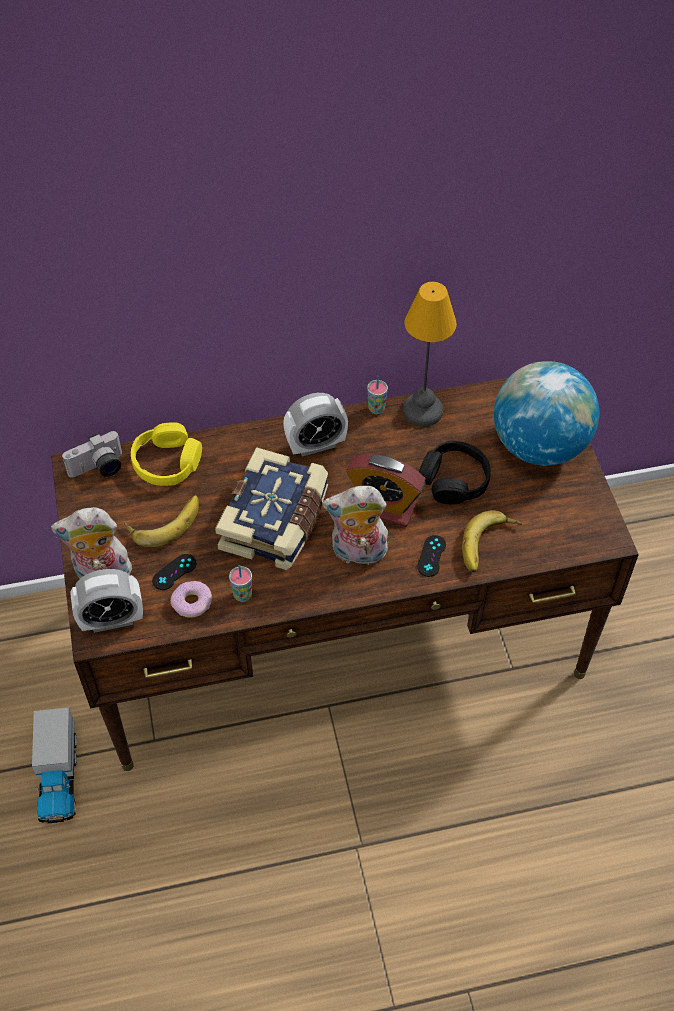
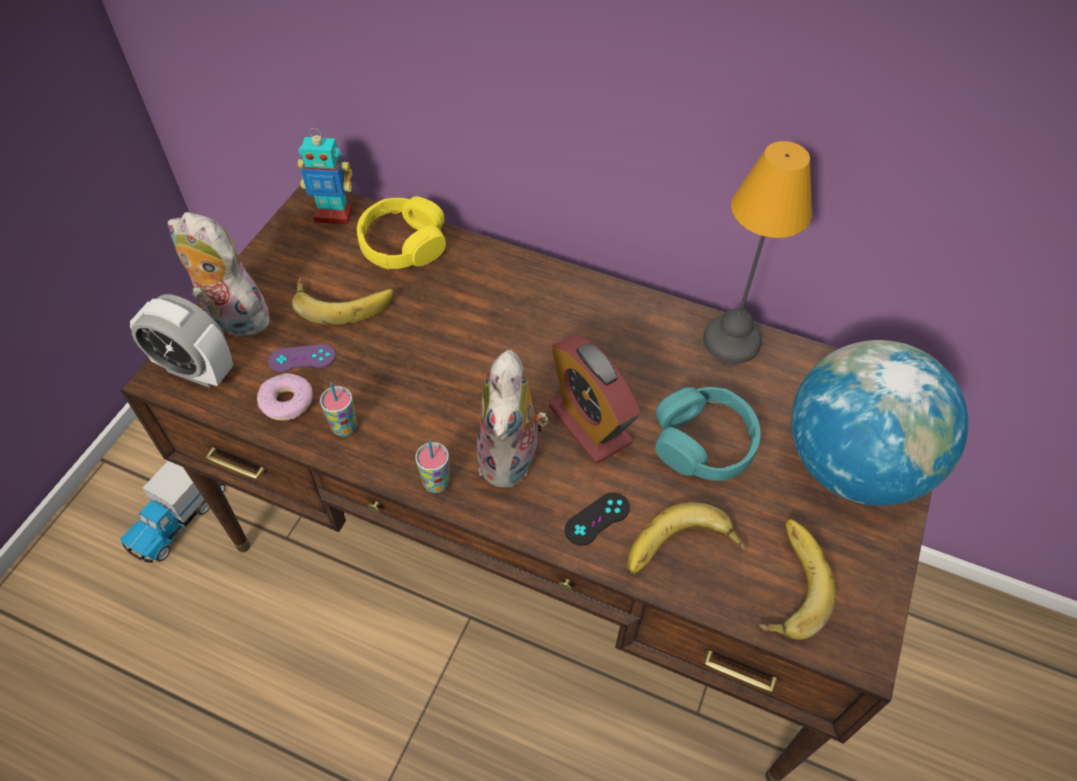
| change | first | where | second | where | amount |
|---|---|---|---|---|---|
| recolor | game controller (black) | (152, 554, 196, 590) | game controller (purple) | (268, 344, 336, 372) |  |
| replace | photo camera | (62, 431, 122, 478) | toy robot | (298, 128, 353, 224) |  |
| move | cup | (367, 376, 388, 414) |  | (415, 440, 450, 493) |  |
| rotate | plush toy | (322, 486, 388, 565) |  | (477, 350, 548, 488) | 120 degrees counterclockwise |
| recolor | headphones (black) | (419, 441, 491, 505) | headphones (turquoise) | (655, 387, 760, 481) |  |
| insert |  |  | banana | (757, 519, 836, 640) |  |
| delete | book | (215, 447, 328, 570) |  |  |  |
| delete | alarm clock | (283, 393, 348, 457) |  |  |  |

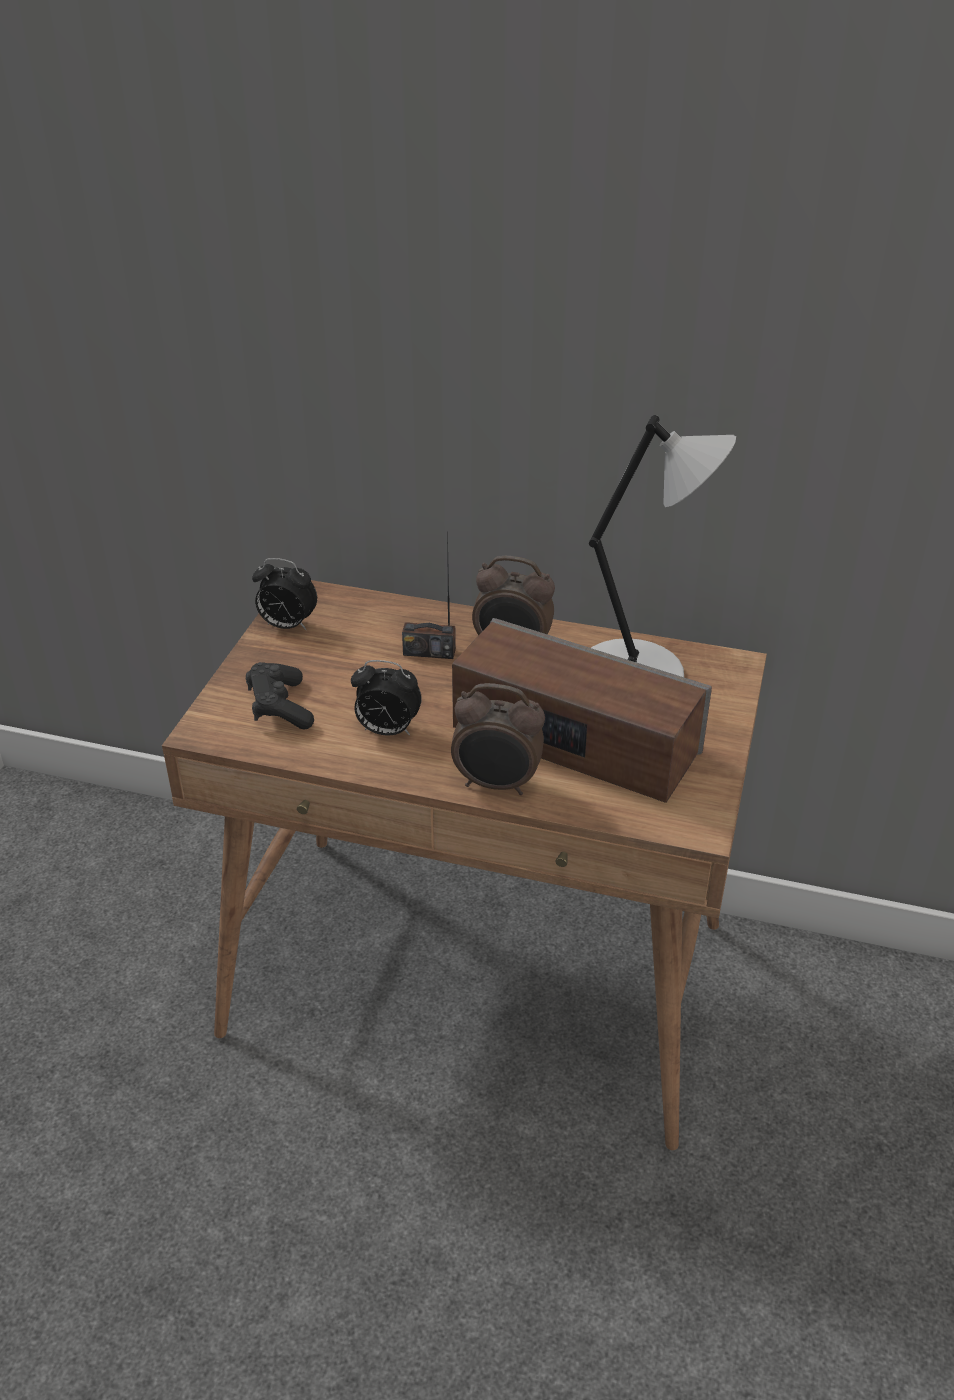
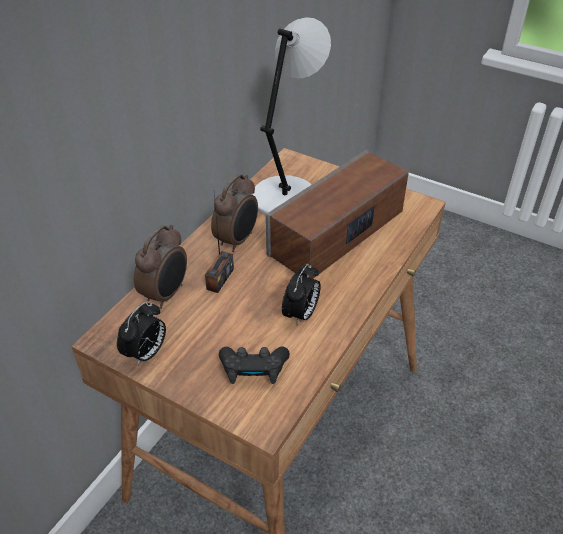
| change | first | where | second | where | amount |
|---|---|---|---|---|---|
| move | alarm clock | (451, 683, 545, 795) |  | (134, 225, 187, 309) |  |

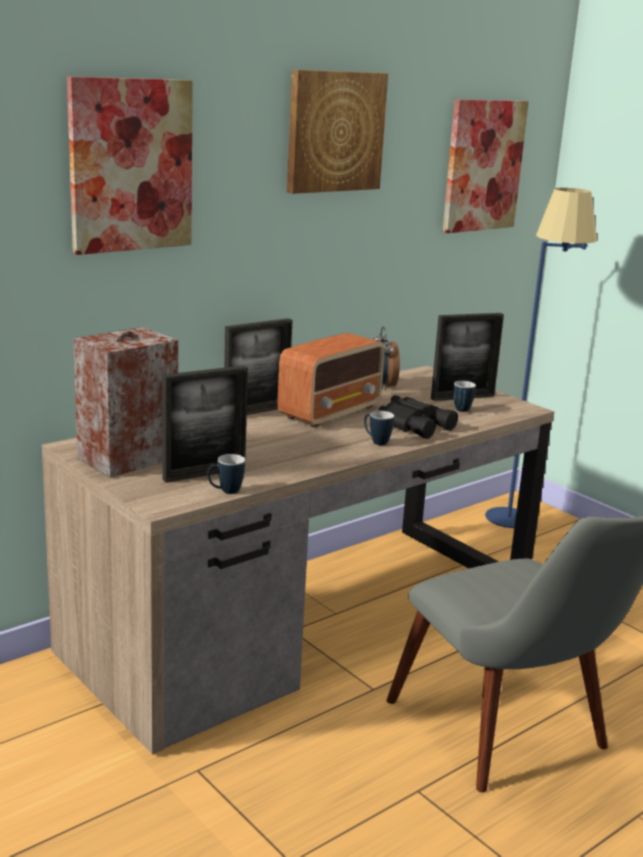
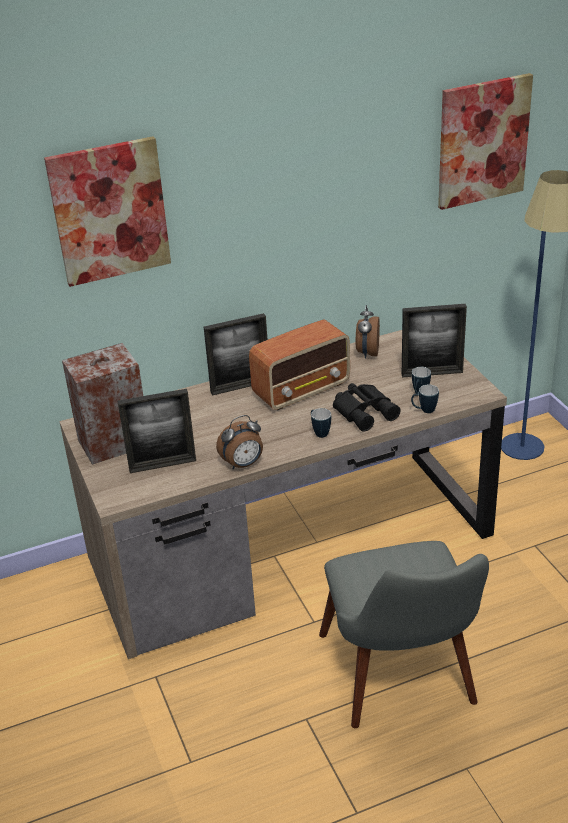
| change | first | where | second | where | amount |
|---|---|---|---|---|---|
| insert |  |  | alarm clock | (216, 415, 263, 470) |  |
| move | mug | (207, 454, 245, 494) |  | (411, 385, 439, 413) |  |
| delete | picture | (287, 69, 388, 194) |  |  |  |

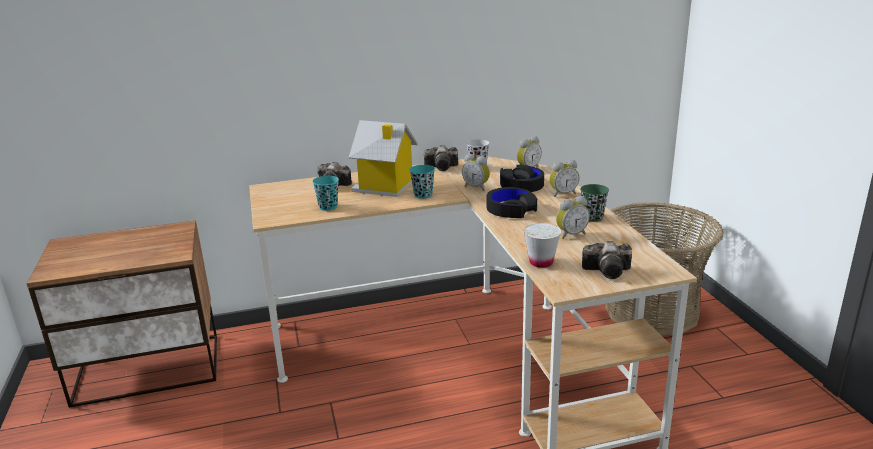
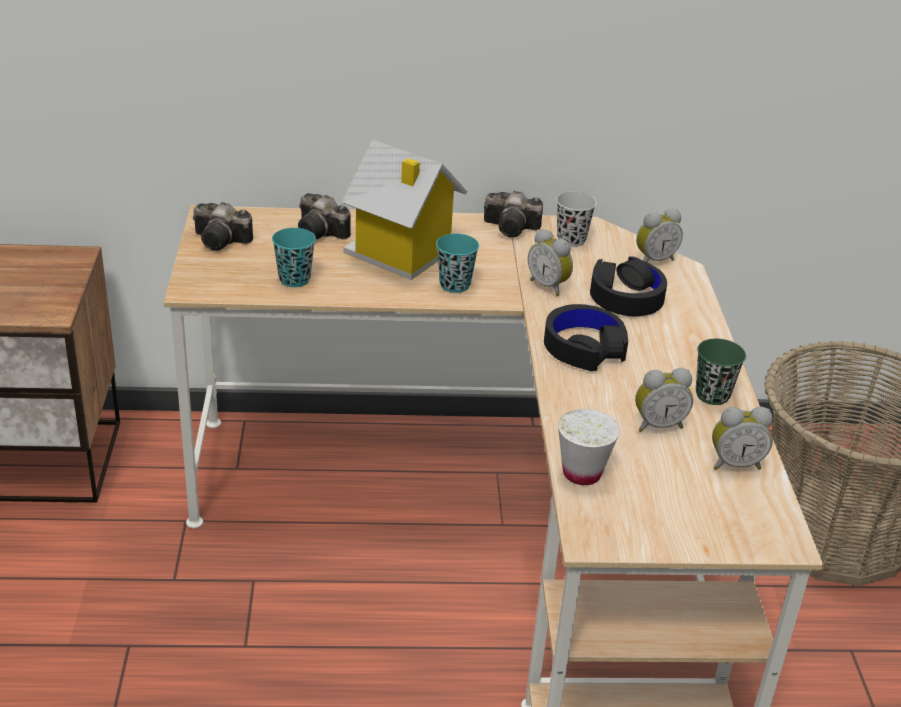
| change | first | where | second | where | amount |
|---|---|---|---|---|---|
| move | photo camera | (582, 241, 632, 279) |  | (193, 202, 253, 251) |  |
| move | alarm clock | (550, 160, 579, 197) |  | (712, 407, 773, 470) |  |

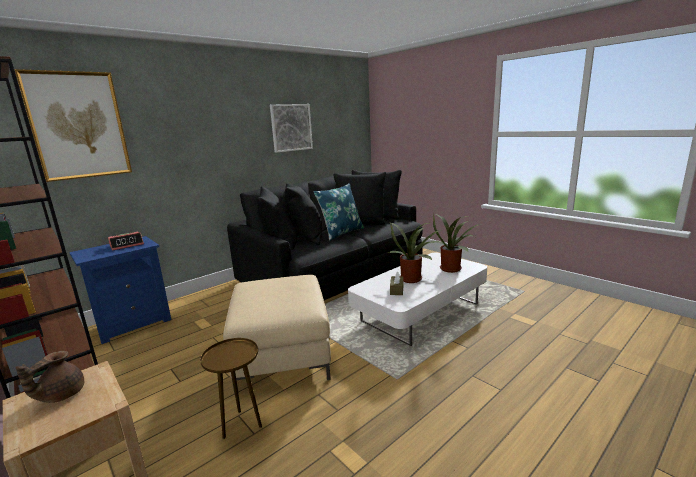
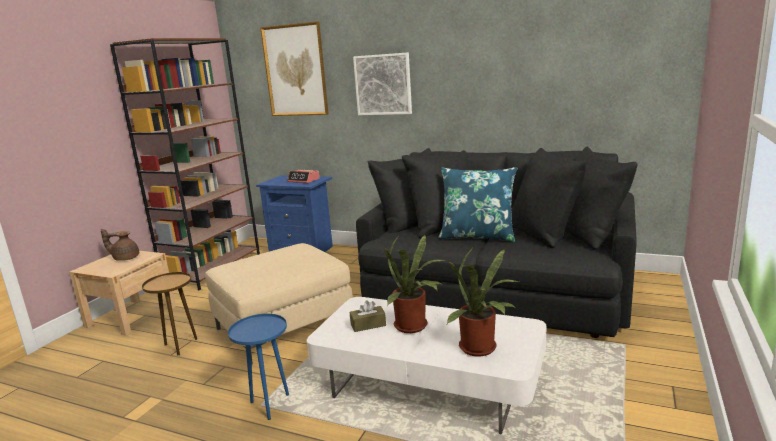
| change | first | where | second | where | amount |
|---|---|---|---|---|---|
| insert |  |  | side table (blue) | (228, 314, 289, 420) |  |
| move | picture | (270, 104, 313, 153) |  | (353, 52, 412, 115) |  |

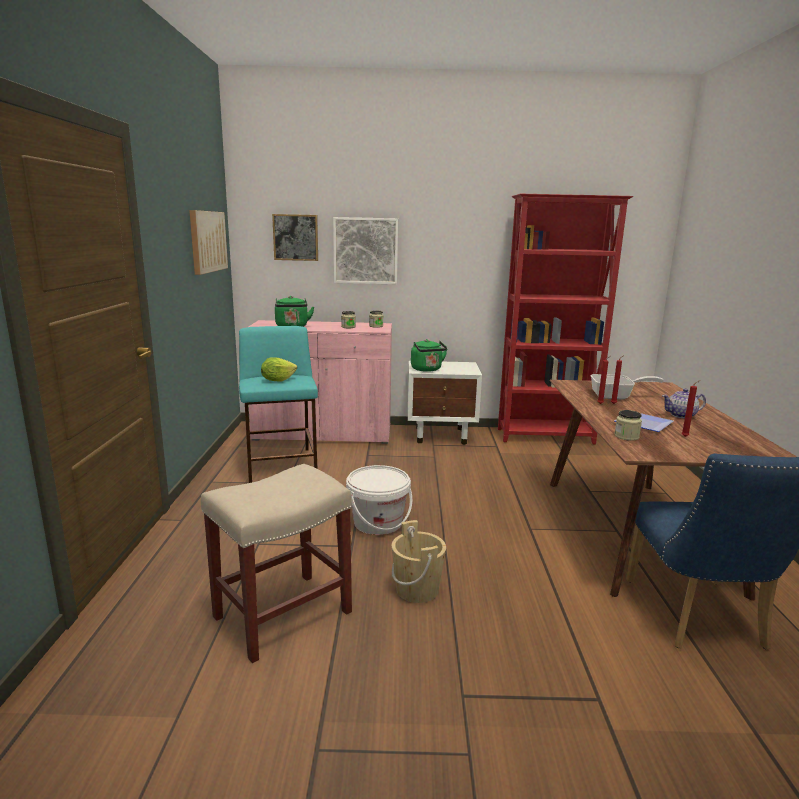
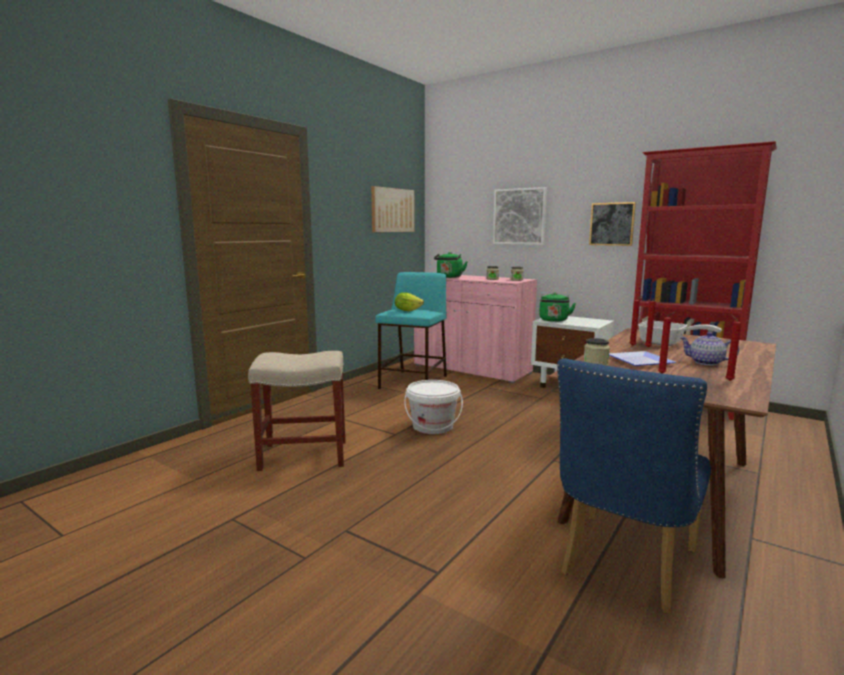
| change | first | where | second | where | amount |
|---|---|---|---|---|---|
| move | picture | (272, 214, 318, 261) |  | (589, 202, 636, 246) |  |
| insert |  |  | candle (red) | (726, 315, 741, 381) |  |
| delete | bucket (beige) | (392, 520, 446, 603) |  |  |  |

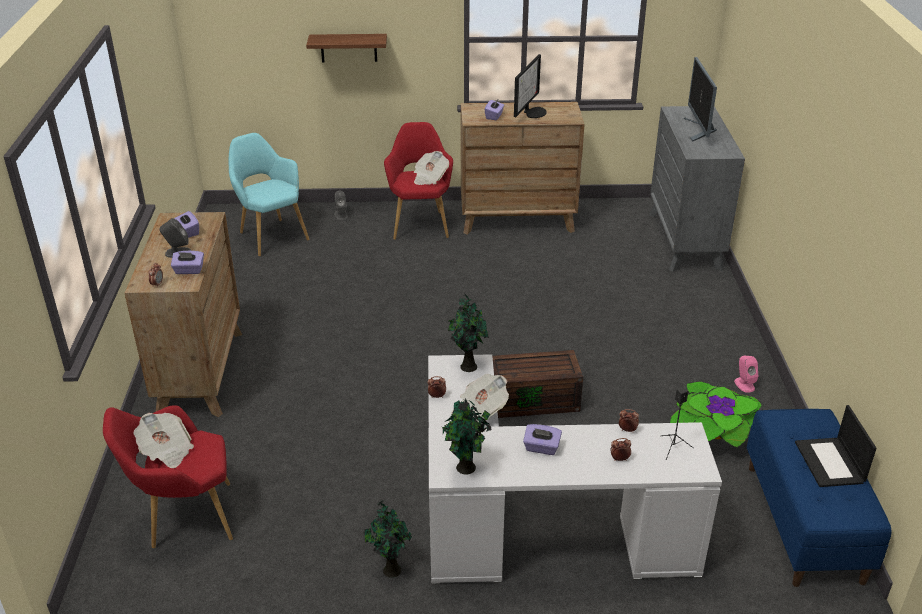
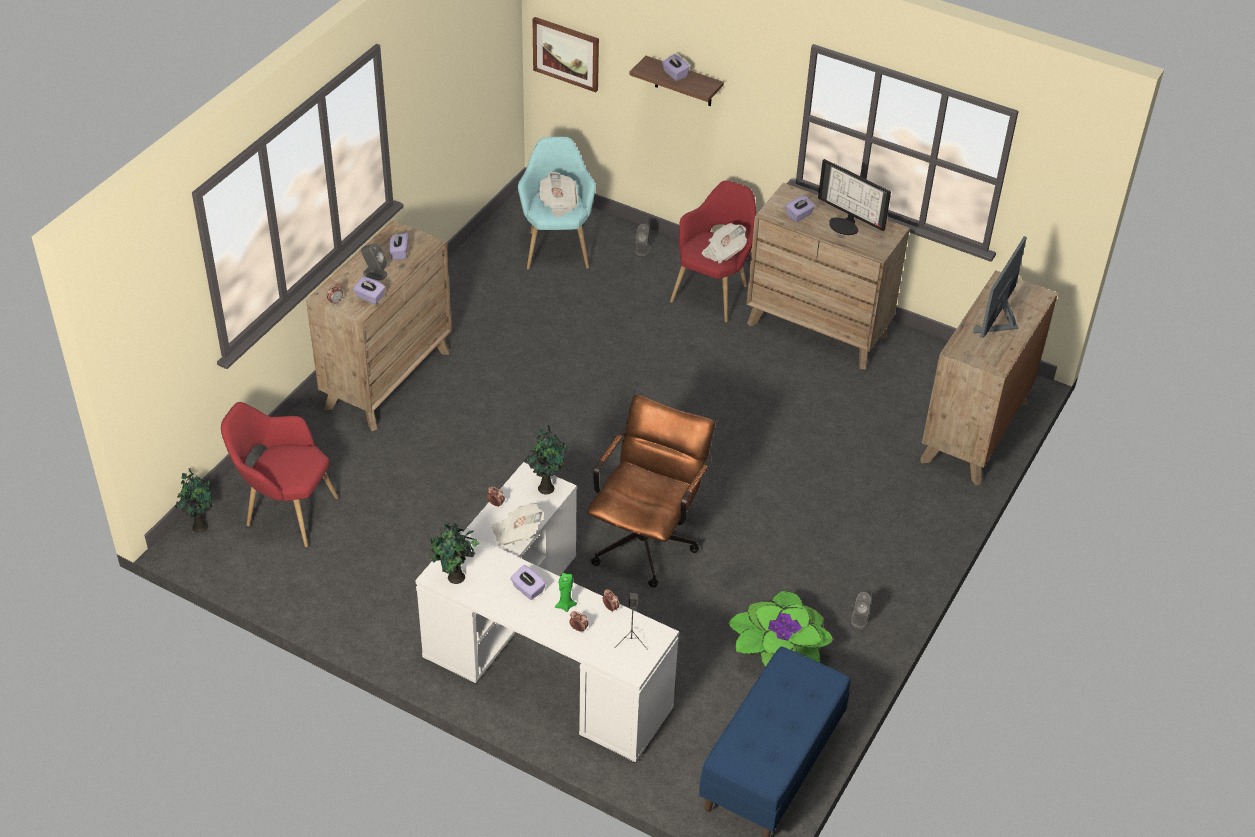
| change | first | where | second | where | amount |
|---|---|---|---|---|---|
| move | potted plant | (364, 500, 412, 578) |  | (175, 468, 212, 533) |  |
| insert |  |  | picture | (533, 17, 599, 92) |  |
| move | newspaper | (133, 413, 194, 468) |  | (539, 172, 578, 217) |  |
| insert |  |  | candle (green) | (555, 573, 577, 612) |  |
| replace | storage box (brown) | (492, 350, 583, 418) | office chair (brown) | (587, 395, 715, 588) |  |
| insert |  |  | tissue box (purple) | (662, 54, 690, 81) |  |
| rotate | monitor | (514, 54, 546, 118) |  | (818, 159, 891, 235) | 75 degrees clockwise |
| recolor | speaker (pink) | (734, 356, 759, 393) | speaker (grey) | (851, 589, 871, 628) |  |
| recolor | dresser (grey) | (649, 106, 745, 272) | dresser (brown) | (920, 270, 1058, 485) |  |
| delete | laptop | (795, 405, 877, 487) |  |  |  |

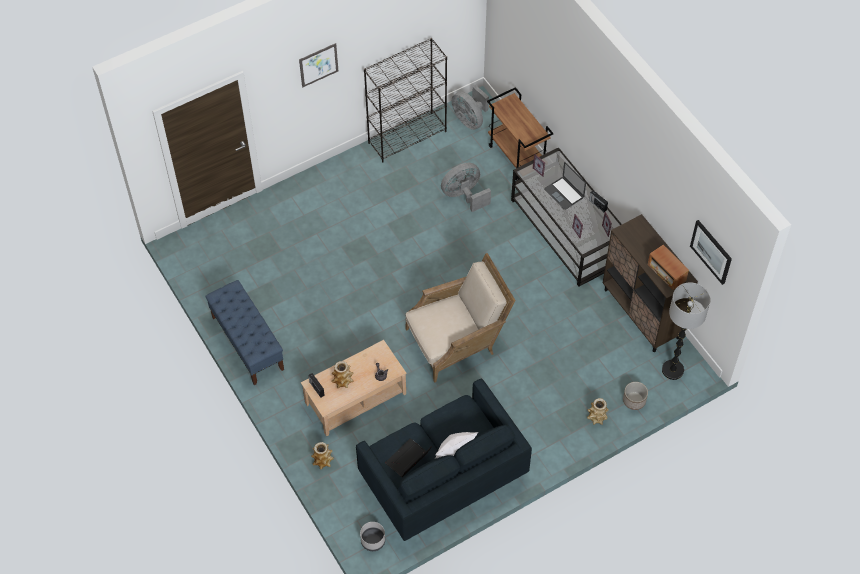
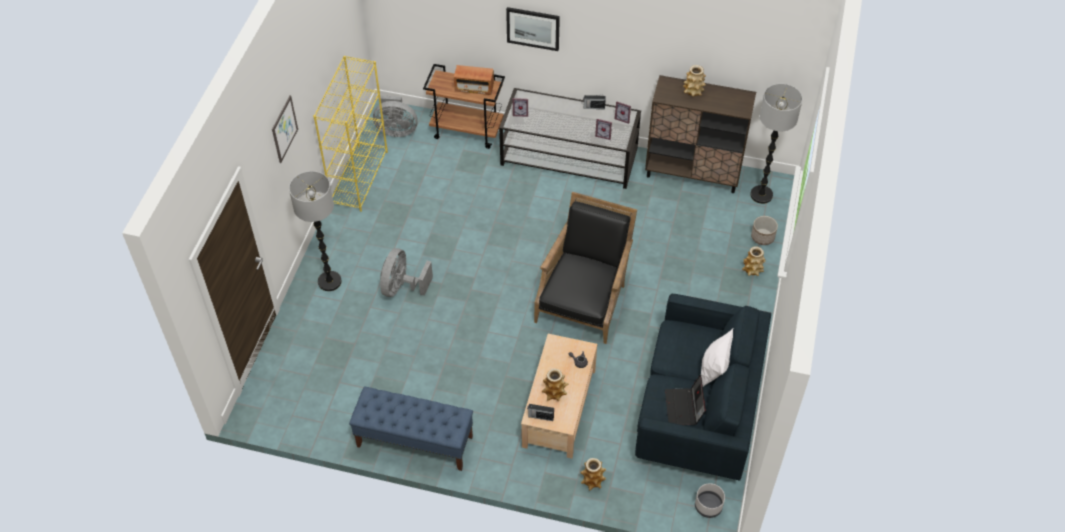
| change | first | where | second | where | amount |
|---|---|---|---|---|---|
| insert |  |  | floor lamp | (289, 171, 342, 291) |  |
| recolor | bookcase (black) | (364, 38, 447, 162) | bookcase (yellow) | (313, 56, 388, 212) |  |
| move | fan (grey) | (441, 163, 491, 212) |  | (380, 248, 433, 297) |  |
| move | radio | (648, 245, 689, 290) |  | (454, 65, 494, 95) |  |
| move | picture | (690, 220, 732, 285) |  | (506, 7, 560, 51) |  |
| recolor | armchair (beige) | (406, 253, 516, 383) | armchair (black) | (534, 192, 637, 344) |  |
| insert |  |  | vase | (683, 65, 706, 97) |  |
| delete | laptop | (544, 162, 586, 210) |  |  |  |

